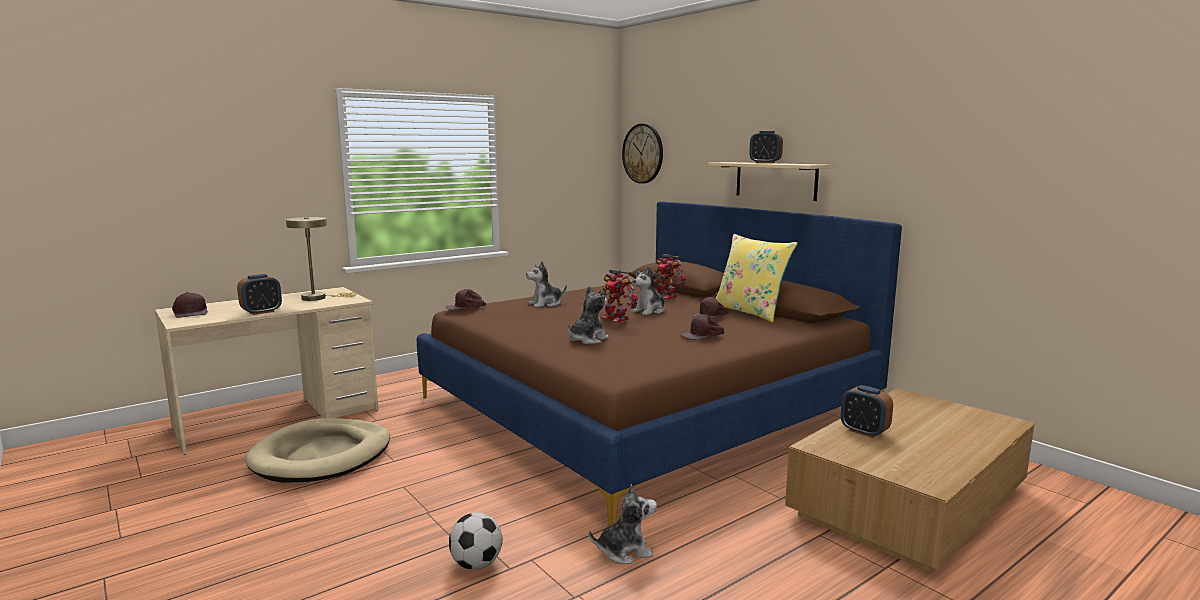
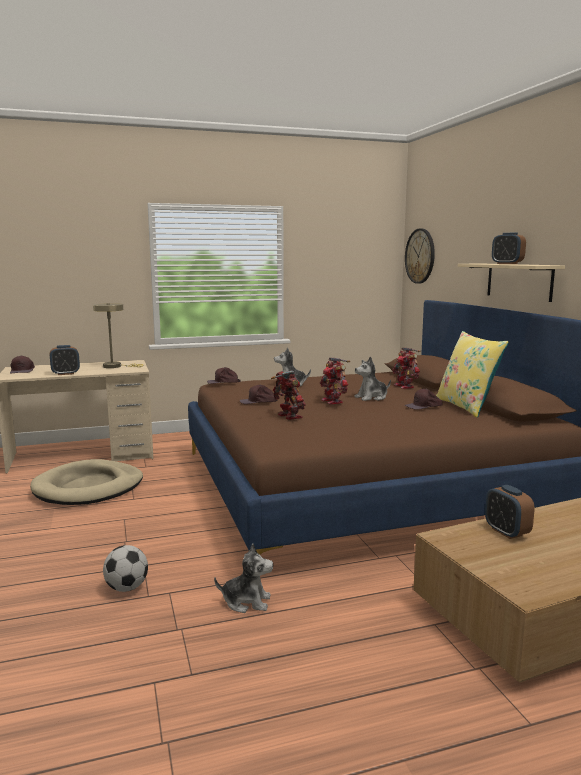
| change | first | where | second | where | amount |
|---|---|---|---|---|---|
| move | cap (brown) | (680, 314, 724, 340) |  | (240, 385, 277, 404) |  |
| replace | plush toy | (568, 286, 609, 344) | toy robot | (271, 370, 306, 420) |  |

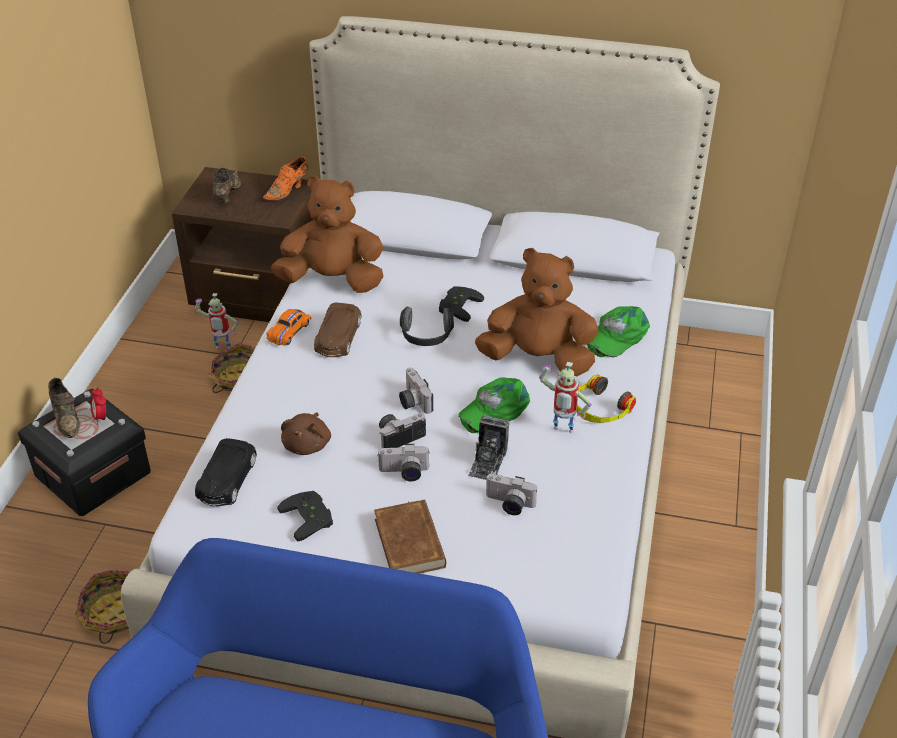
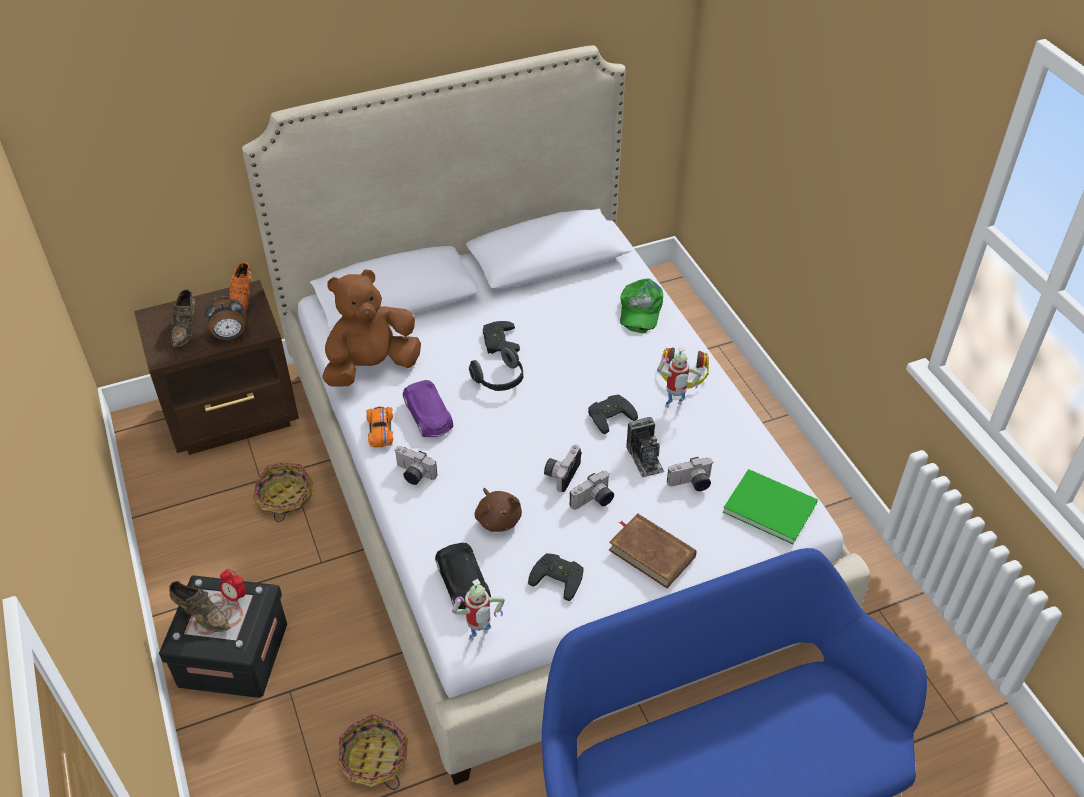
| change | first | where | second | where | amount |
|---|---|---|---|---|---|
| rotate | shoe (brown) | (213, 168, 241, 203) |  | (171, 290, 195, 348) | 150 degrees counterclockwise |
| insert |  |  | alarm clock | (205, 296, 247, 340) |  |
| move | photo camera | (399, 368, 433, 414) |  | (394, 446, 437, 485) |  |
| recolor | toy car (brown) | (314, 302, 361, 357) | toy car (purple) | (403, 380, 453, 437) |  |
| move | toy robot | (195, 293, 239, 349) |  | (452, 579, 505, 641) |  |
| replace | cap (green) | (458, 378, 530, 433) | game controller (black) | (588, 395, 638, 434) |  |
| insert |  |  | book (green) | (723, 469, 818, 544) |  |
| delete | plush toy (brown) | (475, 248, 599, 377) |  |  |  |

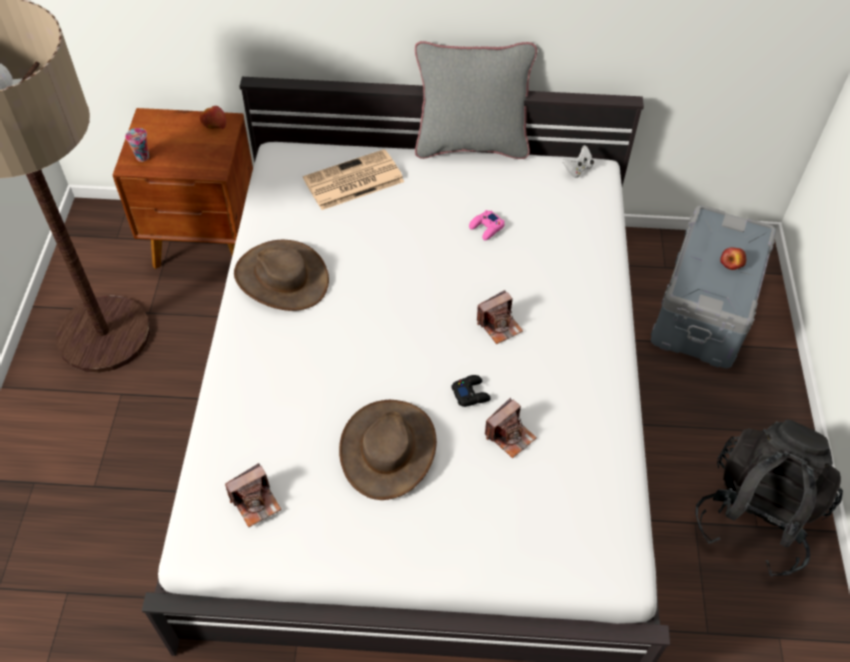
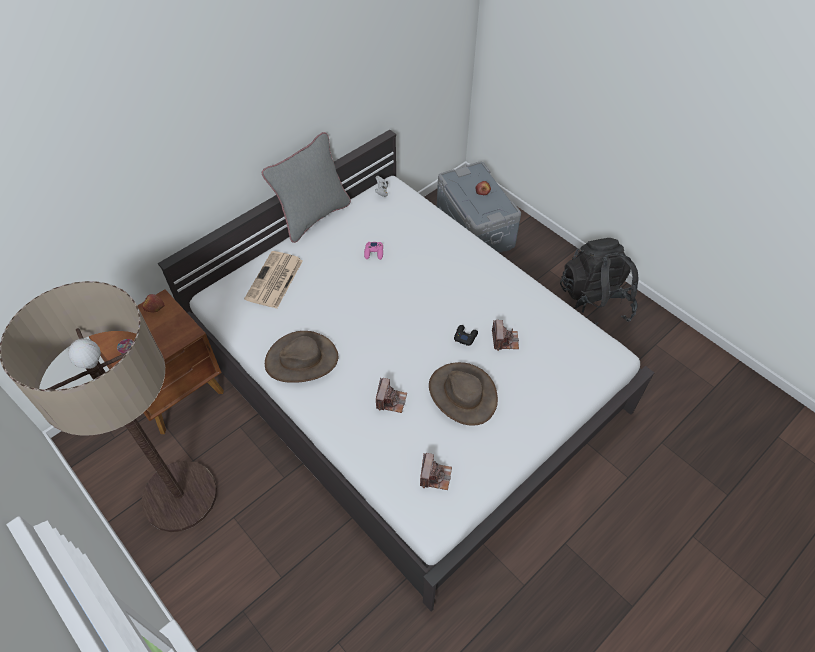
| change | first | where | second | where | amount |
|---|---|---|---|---|---|
| move | photo camera | (477, 290, 523, 344) |  | (376, 378, 407, 413) |  |

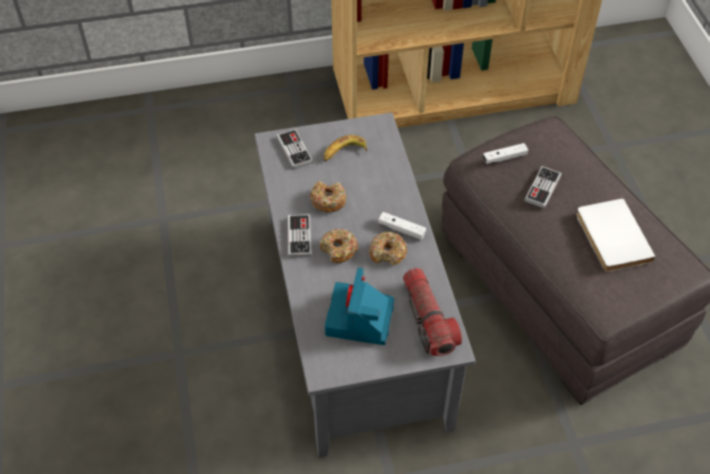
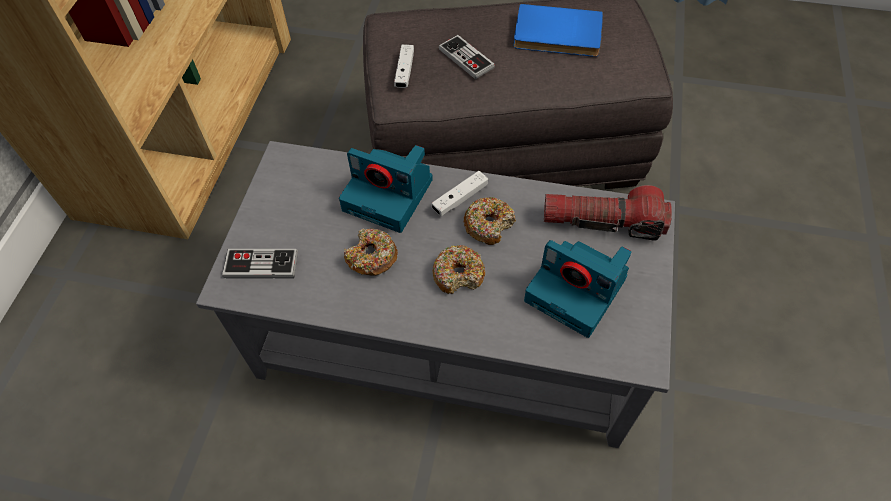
| change | first | where | second | where | amount |
|---|---|---|---|---|---|
| insert |  |  | photo camera | (339, 145, 433, 233) |  |
| recolor | book (white) | (576, 198, 656, 272) | book (blue) | (514, 4, 603, 57) |  |
| delete | game controller | (288, 214, 311, 258) |  |  |  |
| delete | banana | (324, 135, 367, 161) |  |  |  |

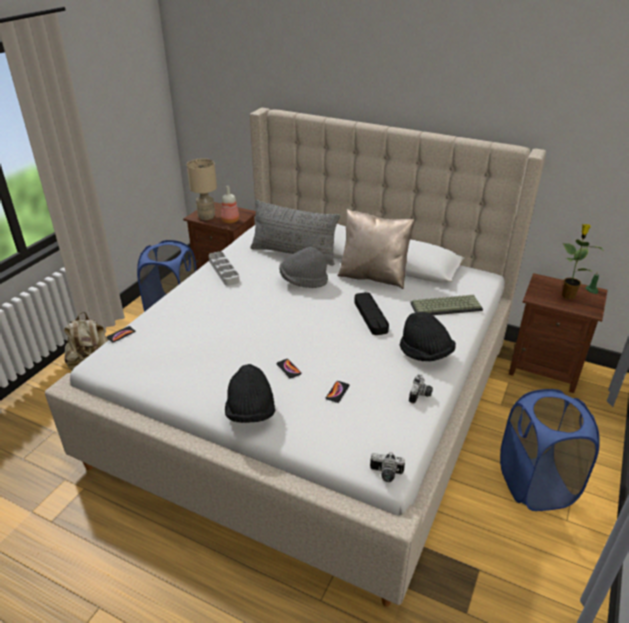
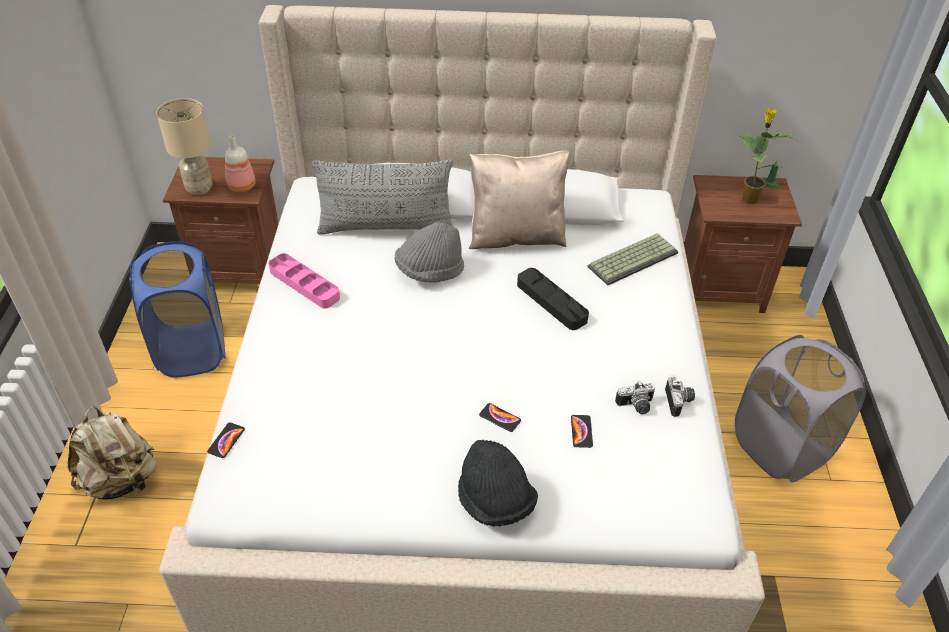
| change | first | where | second | where | amount |
|---|---|---|---|---|---|
| recolor | tray (grey) | (209, 251, 240, 286) | tray (pink) | (269, 253, 340, 308) |  |
| move | photo camera | (370, 452, 405, 482) |  | (615, 381, 655, 414) |  |
| recolor | laundry basket (blue) | (500, 389, 600, 511) | laundry basket (grey) | (735, 335, 866, 482) |  |
| delete | hat (black) | (400, 312, 456, 361) |  |  |  |

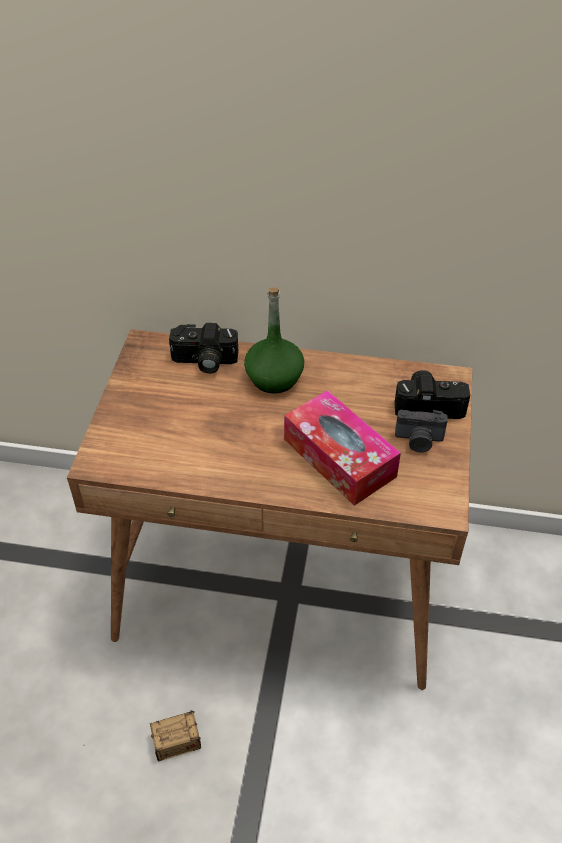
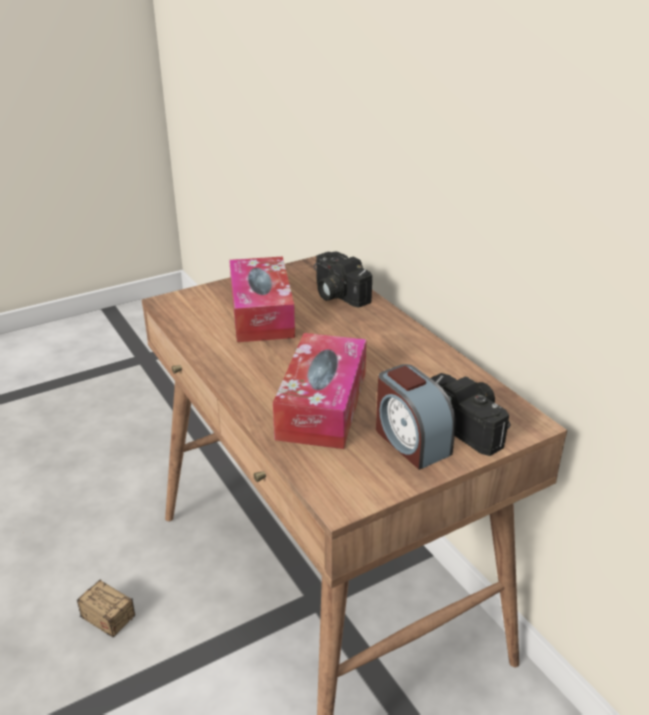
| change | first | where | second | where | amount |
|---|---|---|---|---|---|
| insert |  |  | tissue box | (229, 256, 295, 342) |  |
| replace | photo camera | (395, 410, 448, 452) | alarm clock | (376, 364, 456, 470) |  |
| delete | bottle (green) | (244, 287, 304, 394) |  |  |  |

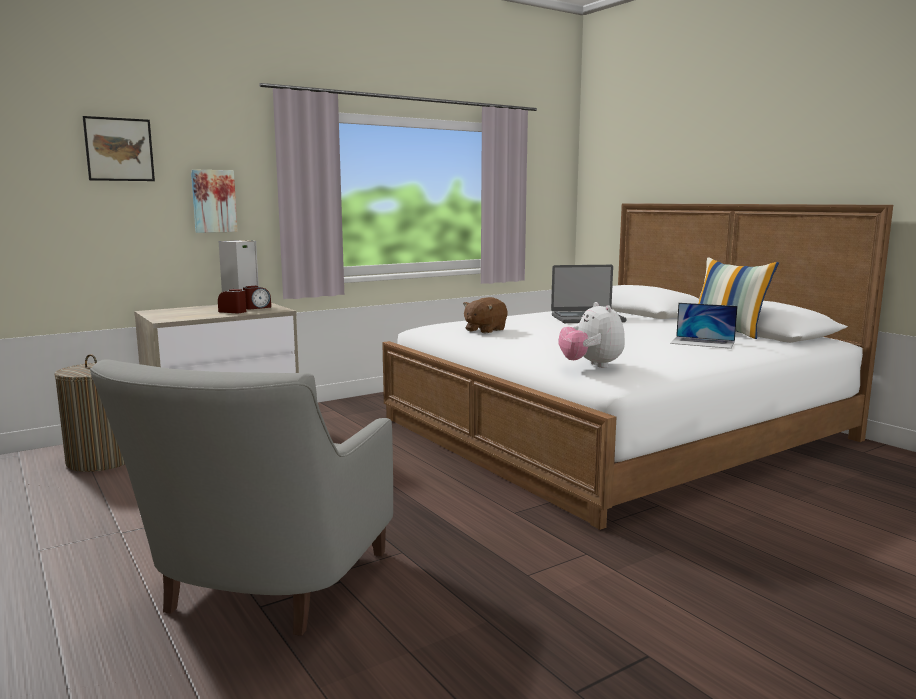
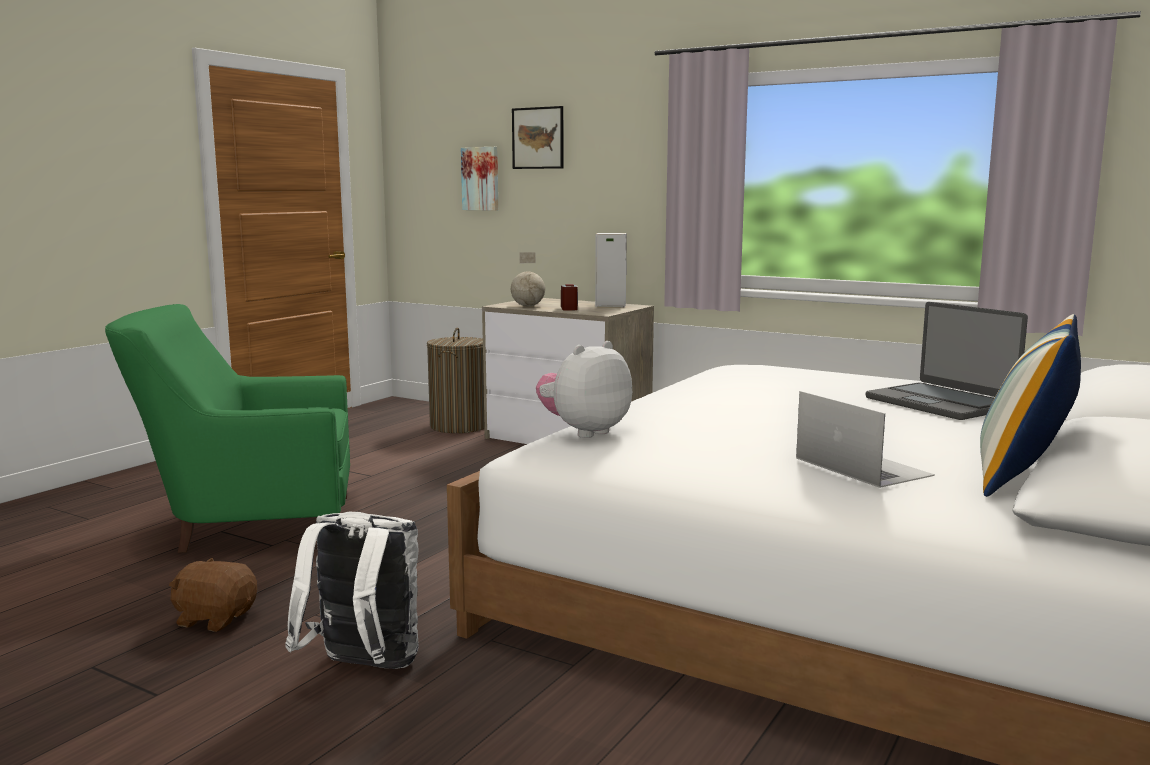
| change | first | where | second | where | amount |
|---|---|---|---|---|---|
| recolor | armchair (grey) | (90, 359, 393, 636) | armchair (green) | (105, 304, 350, 553) |  |
| move | plush toy (brown) | (463, 297, 508, 334) |  | (169, 558, 257, 632) |  |
| insert |  |  | backpack (white) | (285, 512, 419, 669) |  |
| move | picture | (191, 169, 238, 233) |  | (461, 147, 498, 211) |  |
| insert |  |  | globe | (511, 252, 545, 306) |  |
| rotate | laptop | (670, 303, 738, 349) |  | (796, 391, 935, 488) | 150 degrees clockwise |
| delete | alarm clock | (243, 286, 271, 309) |  |  |  |

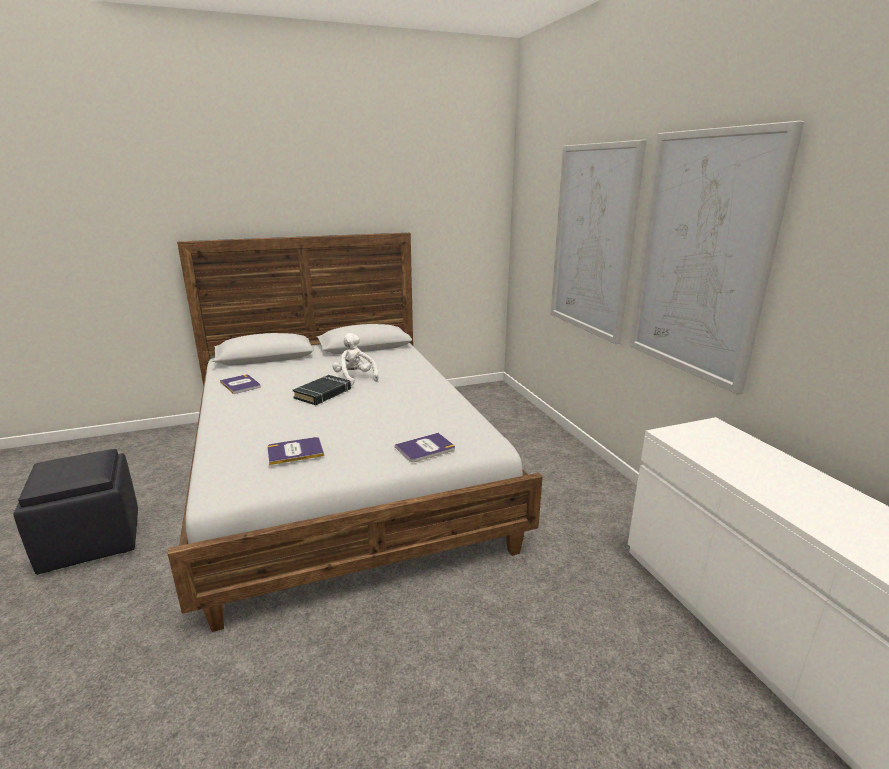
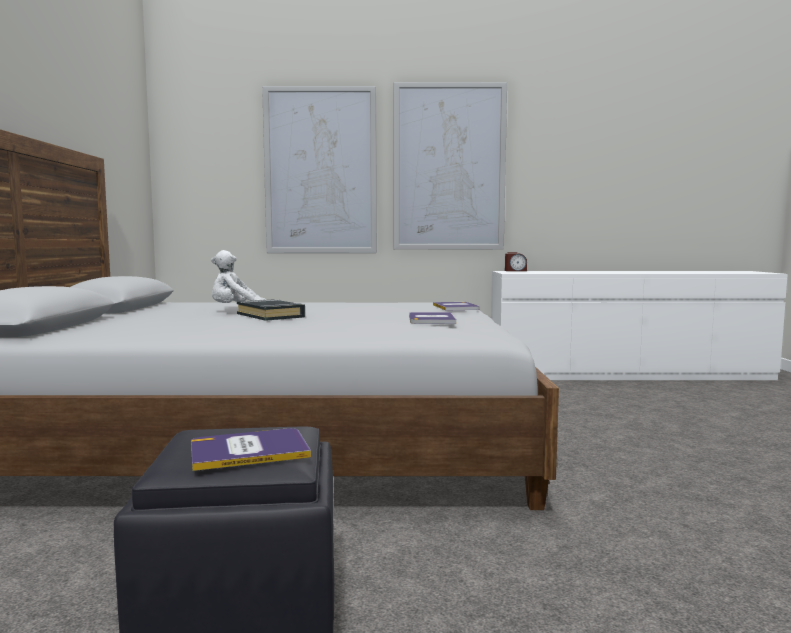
| change | first | where | second | where | amount |
|---|---|---|---|---|---|
| move | book | (220, 374, 261, 394) |  | (191, 428, 311, 471) |  |
| insert |  |  | alarm clock | (505, 252, 527, 271) |  |

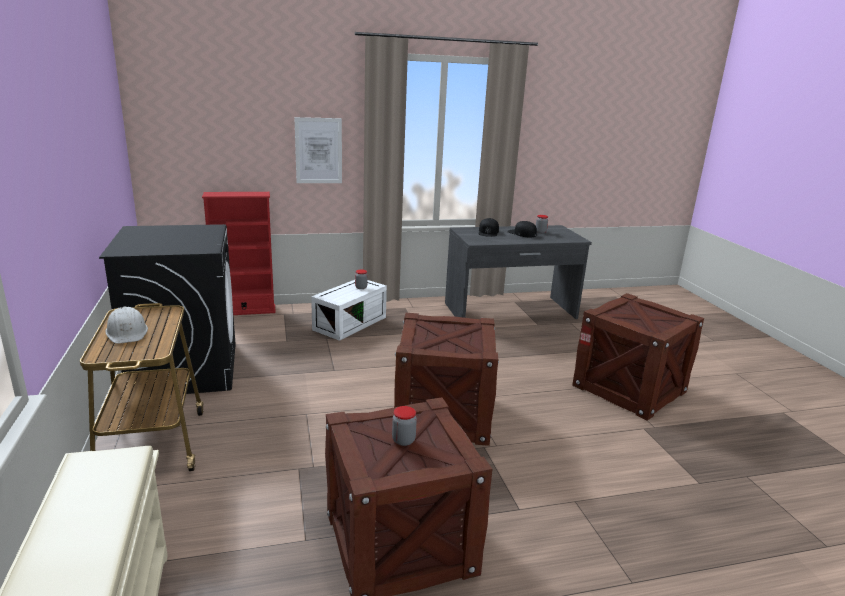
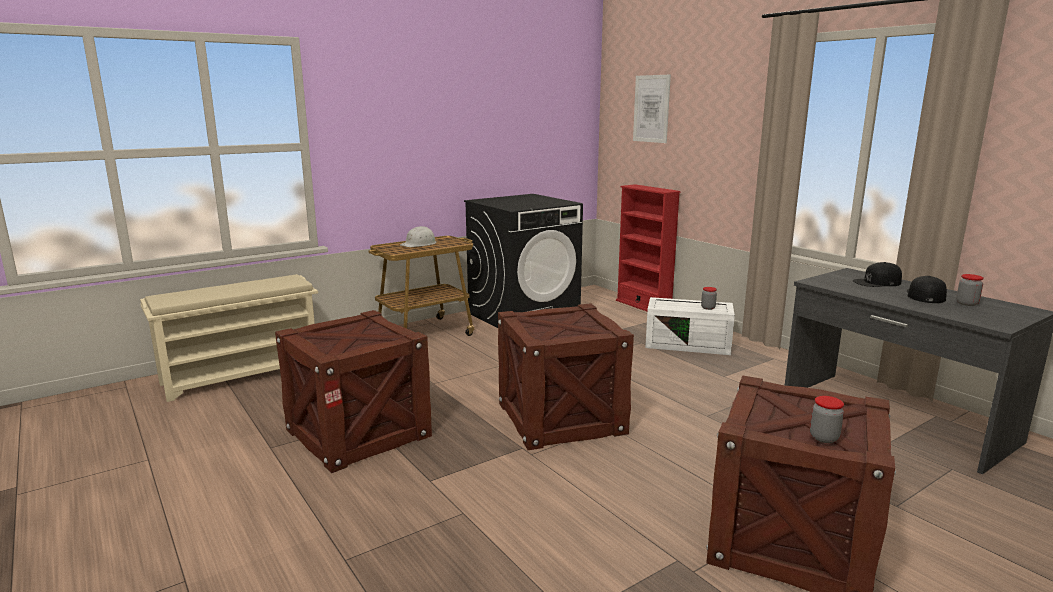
| change | first | where | second | where | amount |
|---|---|---|---|---|---|
| move | picture | (294, 117, 342, 183) |  | (633, 75, 671, 143) |  |
| move | jar | (392, 406, 417, 446) |  | (810, 396, 844, 443) |  |

